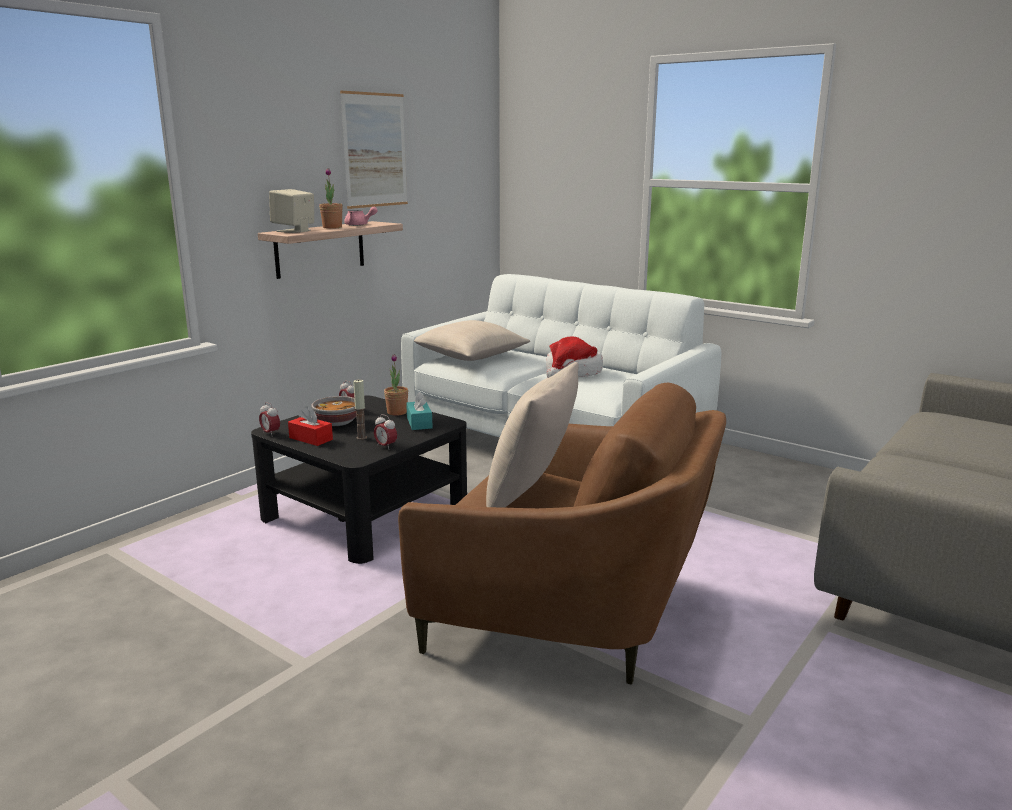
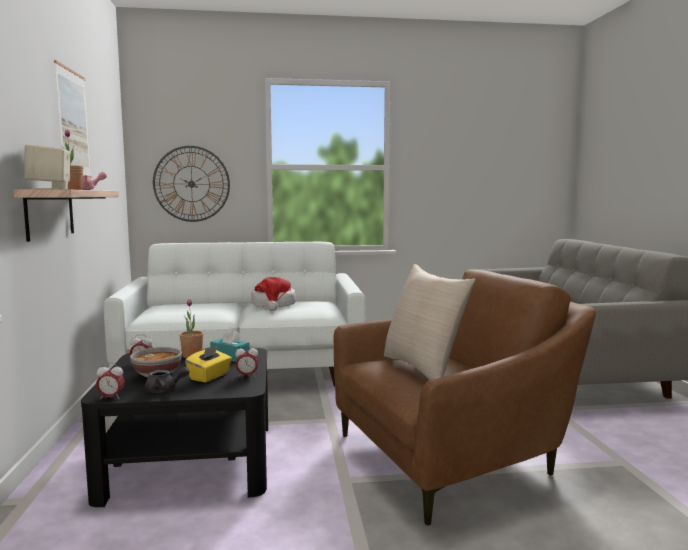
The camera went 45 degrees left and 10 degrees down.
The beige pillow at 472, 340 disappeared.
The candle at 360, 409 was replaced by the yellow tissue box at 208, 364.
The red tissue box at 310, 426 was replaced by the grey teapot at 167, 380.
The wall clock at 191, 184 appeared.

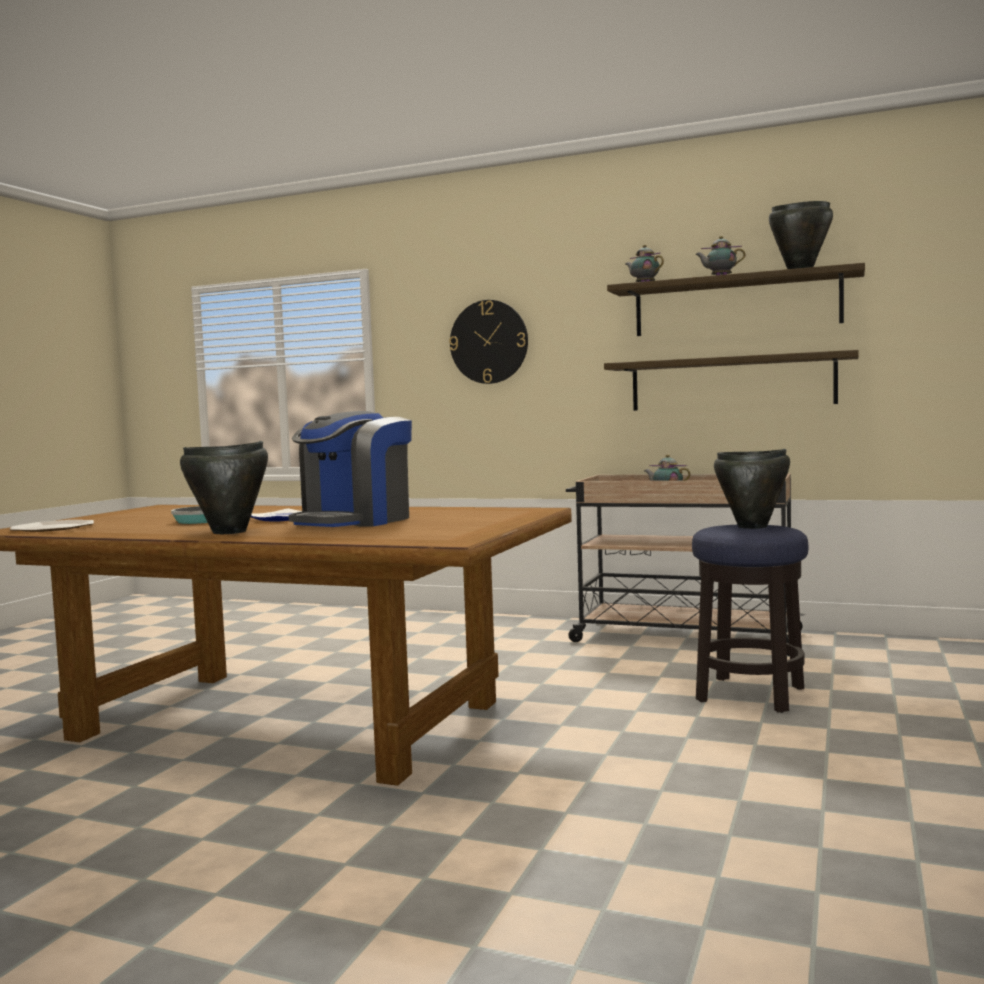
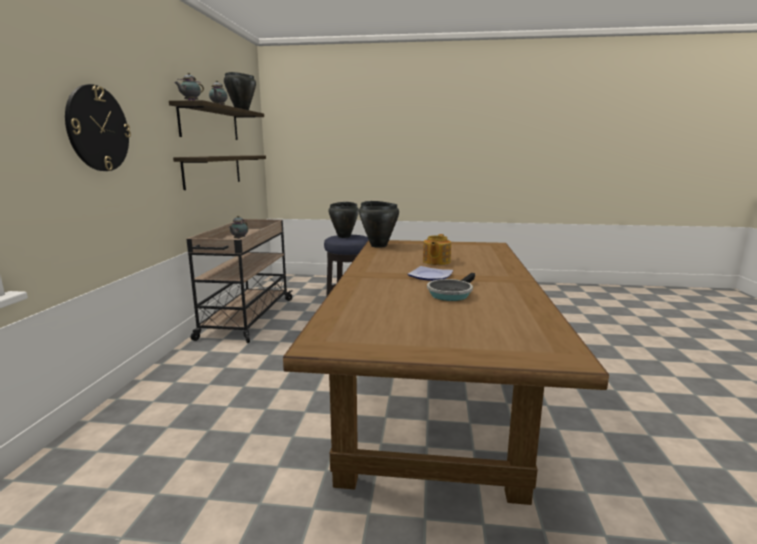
The camera went 105 degrees left and 10 degrees up.
The coffee machine at 350, 469 was replaced by the teapot at 437, 249.
The black cooking pot moved from 224, 487 to 379, 224.
The plate at 51, 526 disappeared.

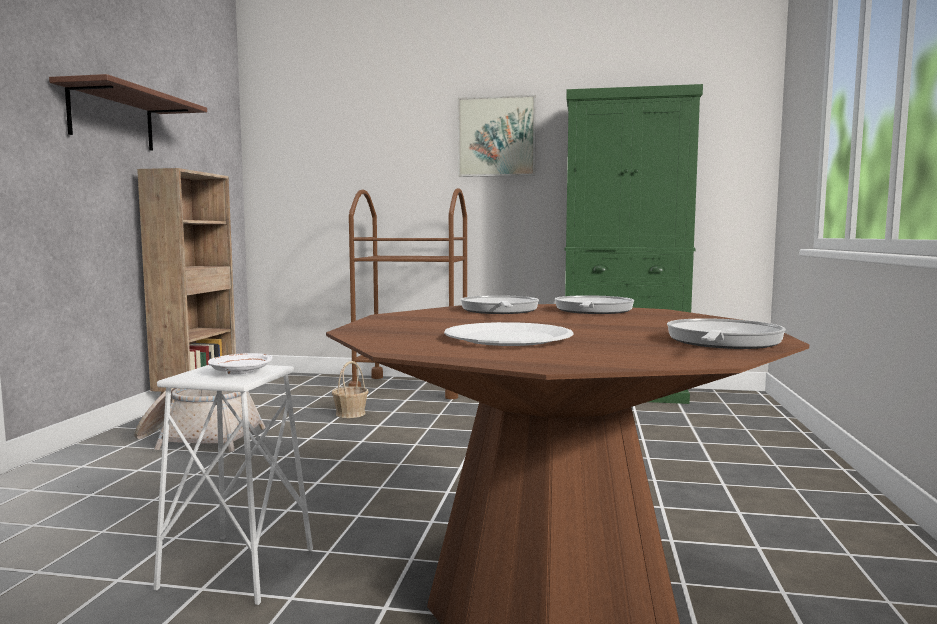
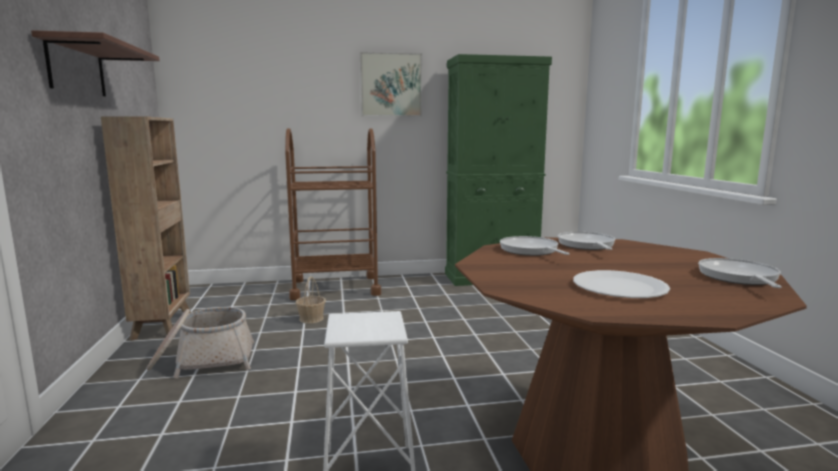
The camera went 20 degrees left and 5 degrees up.
The white plate at 240, 363 disappeared.

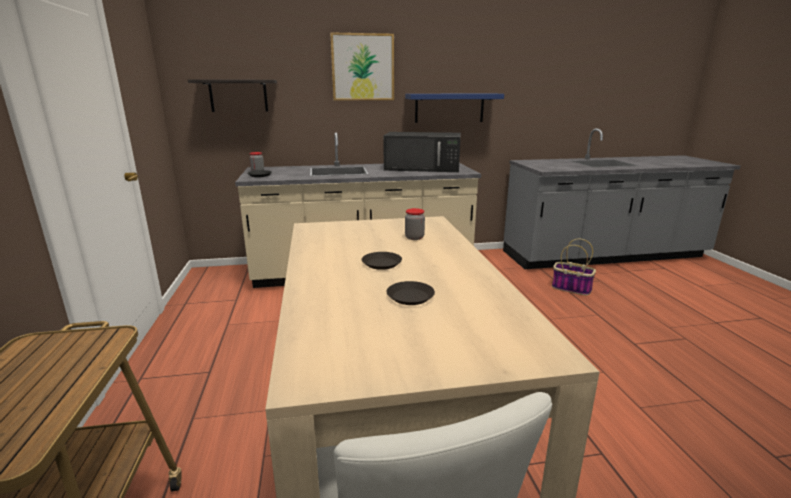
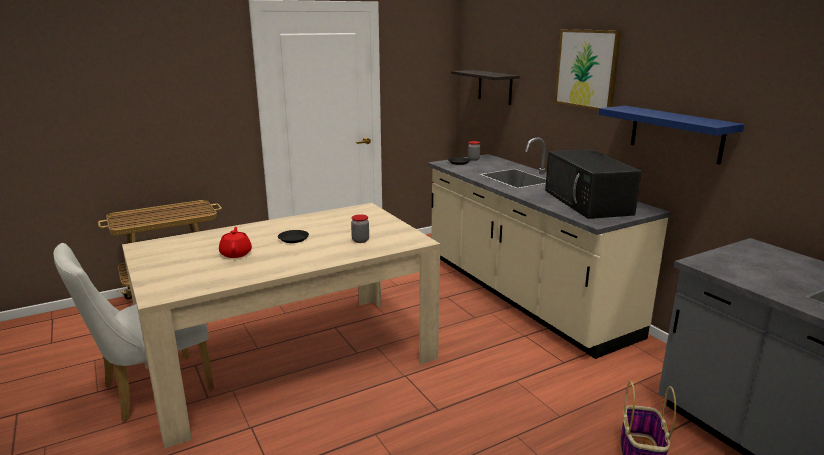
The camera went 70 degrees right and 0 degrees up.
The black plate at 411, 293 was replaced by the red teapot at 235, 242.

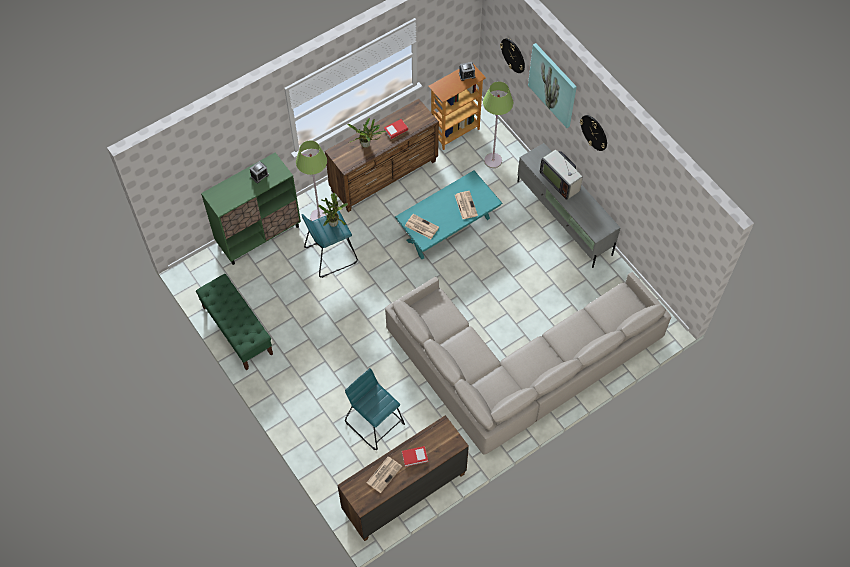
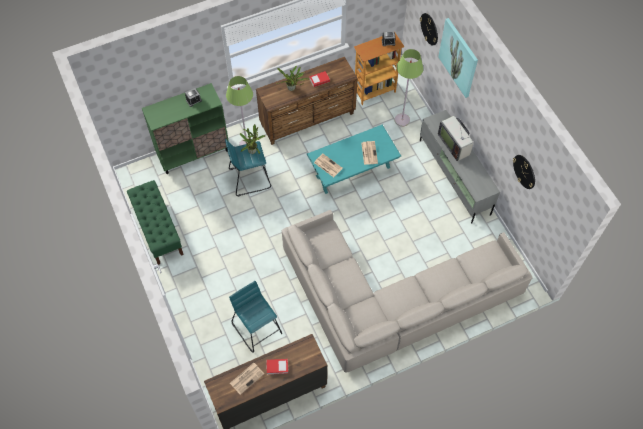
The camera went 10 degrees right and 0 degrees up.
The wall clock moved from 593, 133 to 524, 172.

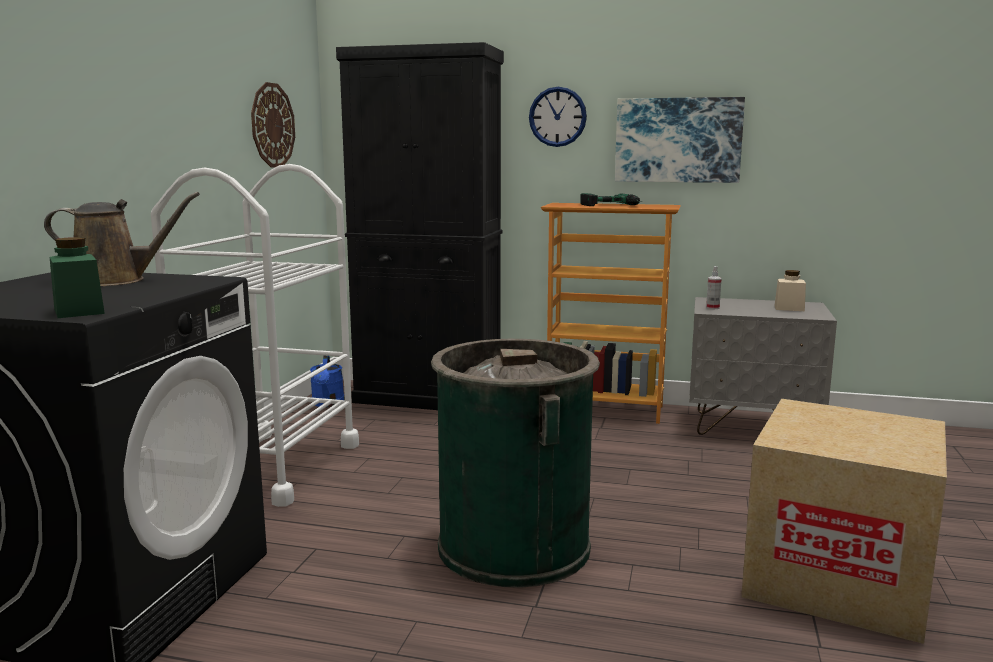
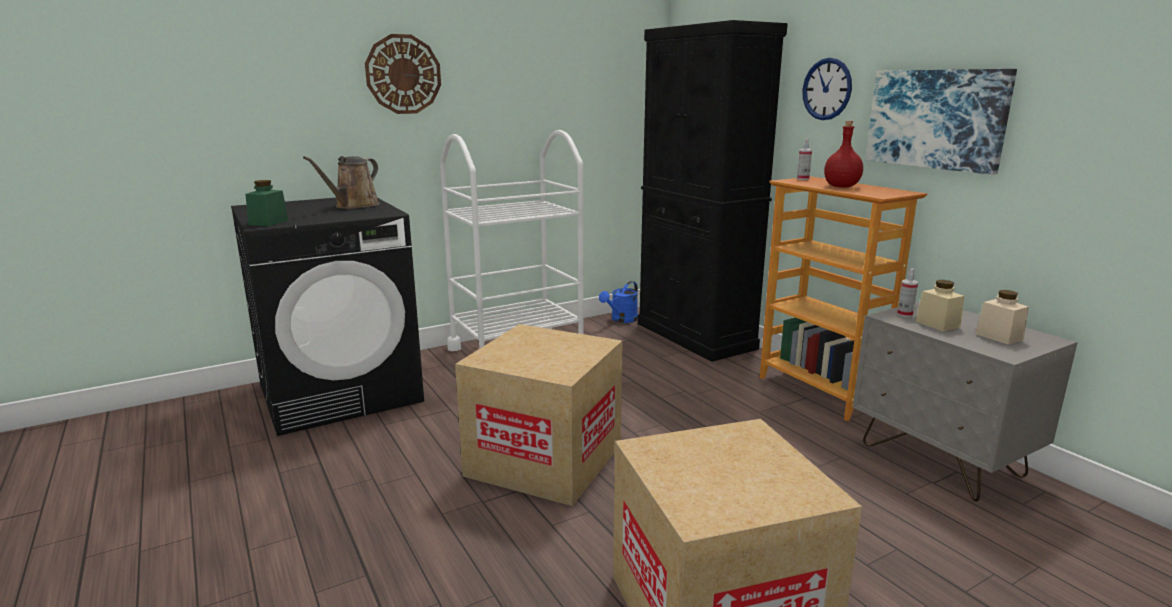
The camera went 45 degrees right and 5 degrees up.
The wall clock moved from 273, 125 to 403, 74.
The brown watering can at 122, 239 turned 75 degrees clockwise.
The power drill at 611, 199 was replaced by the red bottle at 843, 154.
The green trash can at 515, 463 was replaced by the cardboard box at 539, 415.
The spray bottle at 804, 159 appeared.
The beige jar at 940, 306 appeared.

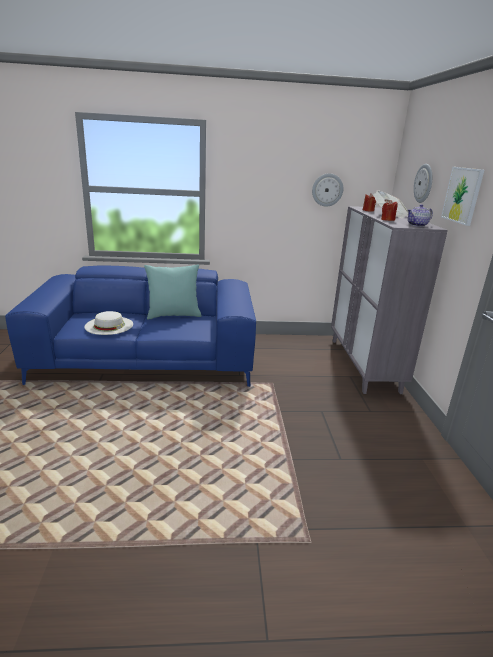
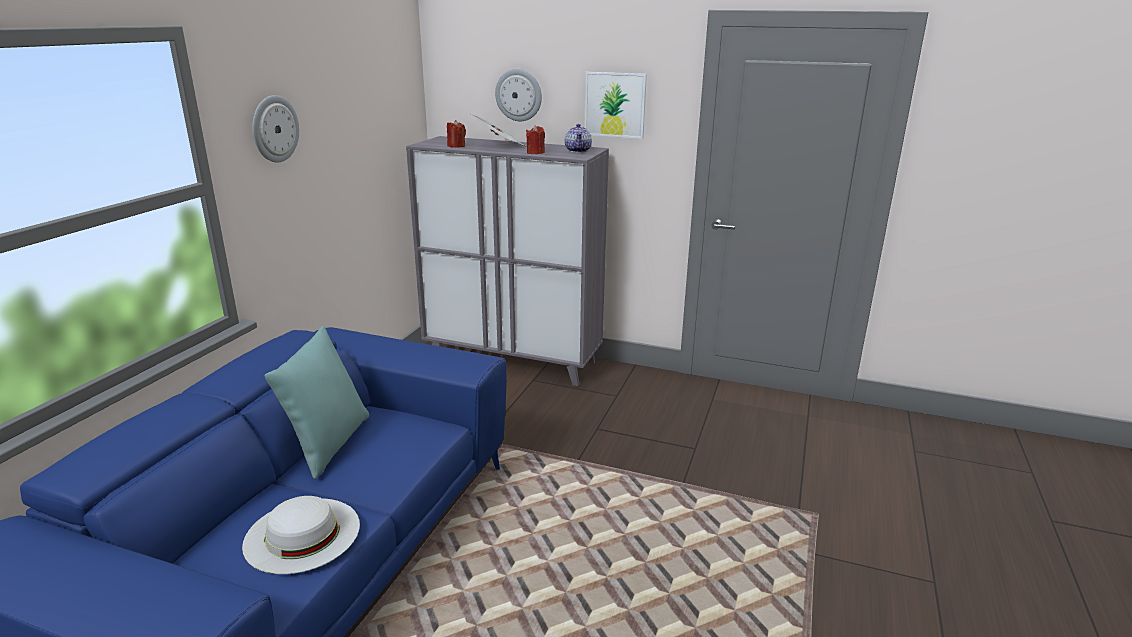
The camera went 65 degrees left and 0 degrees up.
The wall clock moved from 327, 190 to 275, 129.

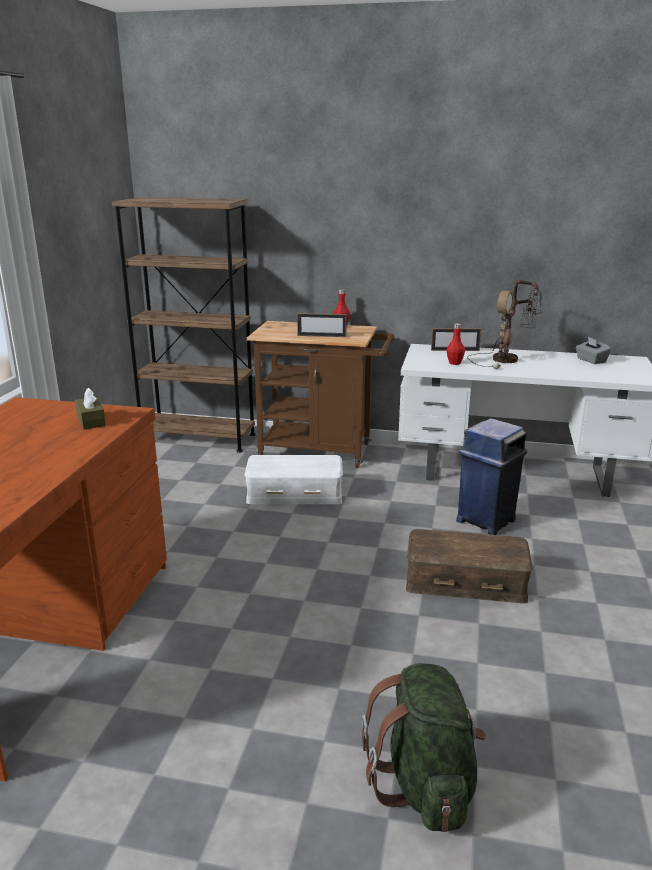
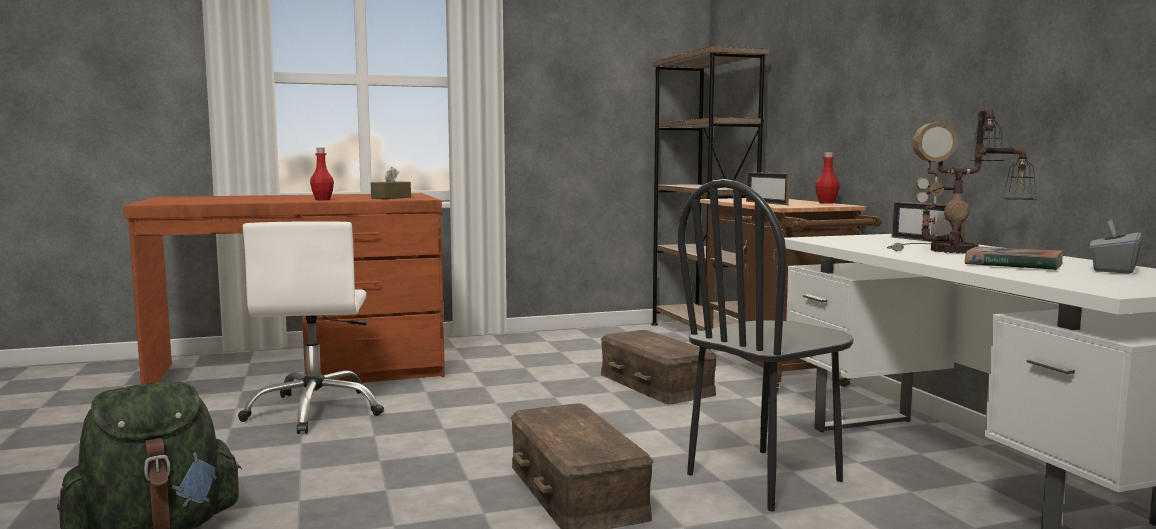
The camera went 60 degrees right and 15 degrees down.
The red bottle moved from 456, 344 to 322, 174.
The blue trash can at 491, 476 was replaced by the black chair at 766, 345.
The white storage box at 293, 479 became the brown storage box at 659, 367.
The white office chair at 311, 327 appeared.
The book at 1014, 258 appeared.

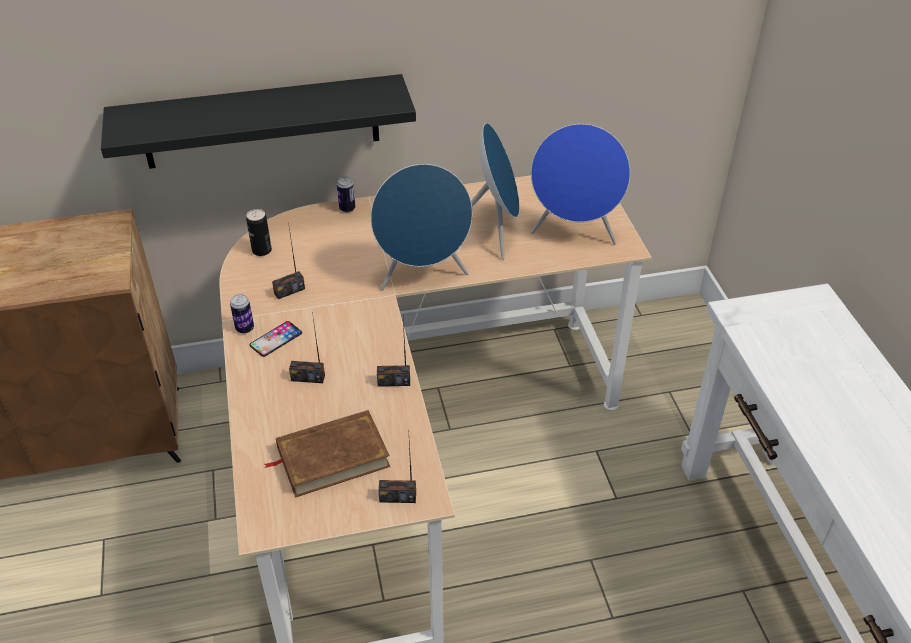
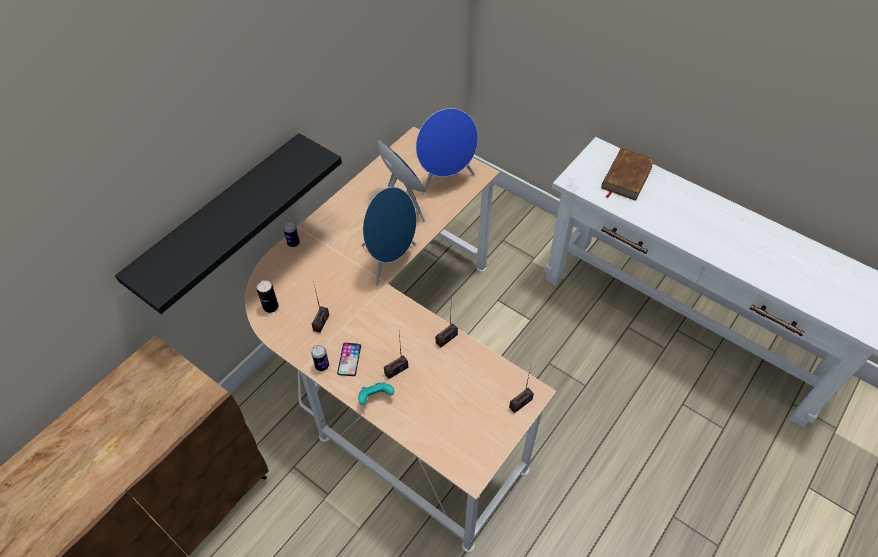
The camera went 40 degrees left and 10 degrees up.
The brown book moved from 327, 453 to 628, 174.
The turquoise game controller at 376, 393 appeared.

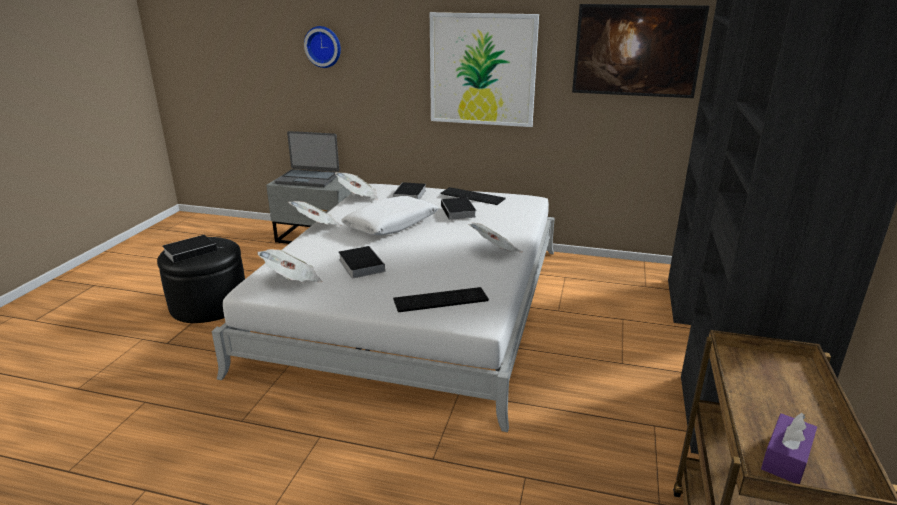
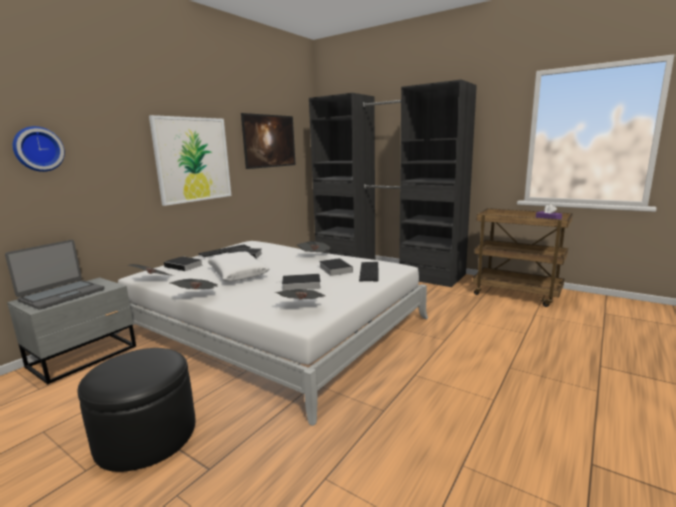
The camera went 70 degrees left and 10 degrees down.
The book moved from 190, 249 to 336, 267.

